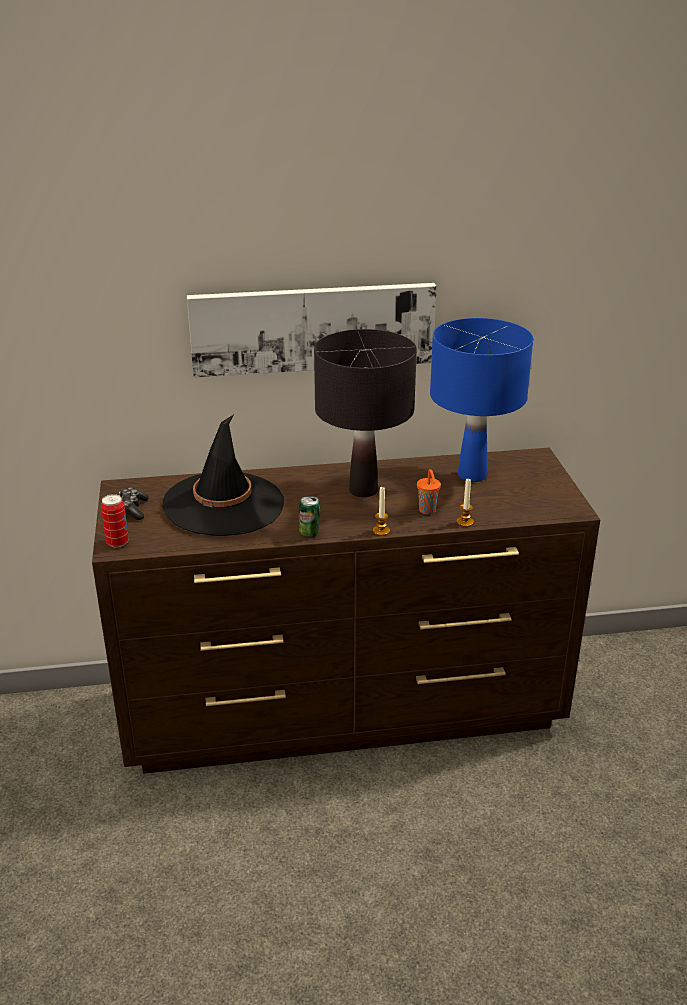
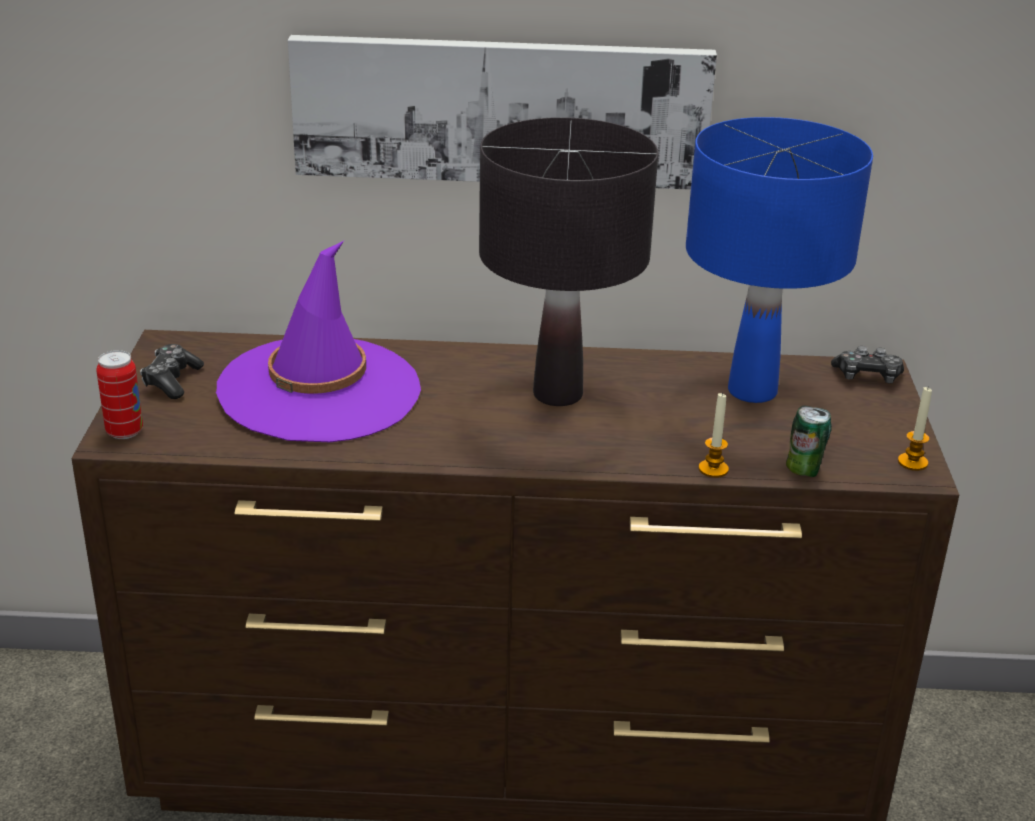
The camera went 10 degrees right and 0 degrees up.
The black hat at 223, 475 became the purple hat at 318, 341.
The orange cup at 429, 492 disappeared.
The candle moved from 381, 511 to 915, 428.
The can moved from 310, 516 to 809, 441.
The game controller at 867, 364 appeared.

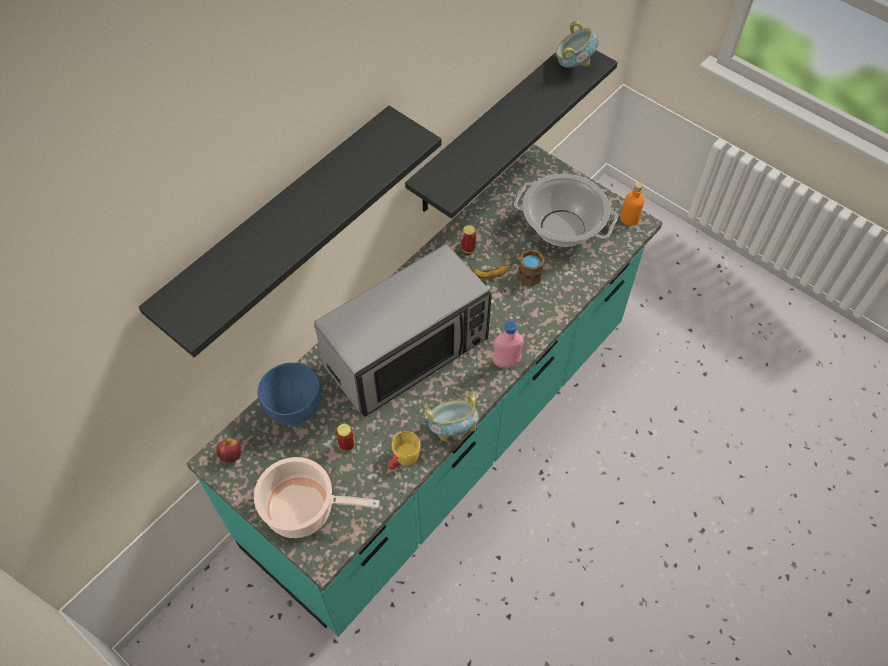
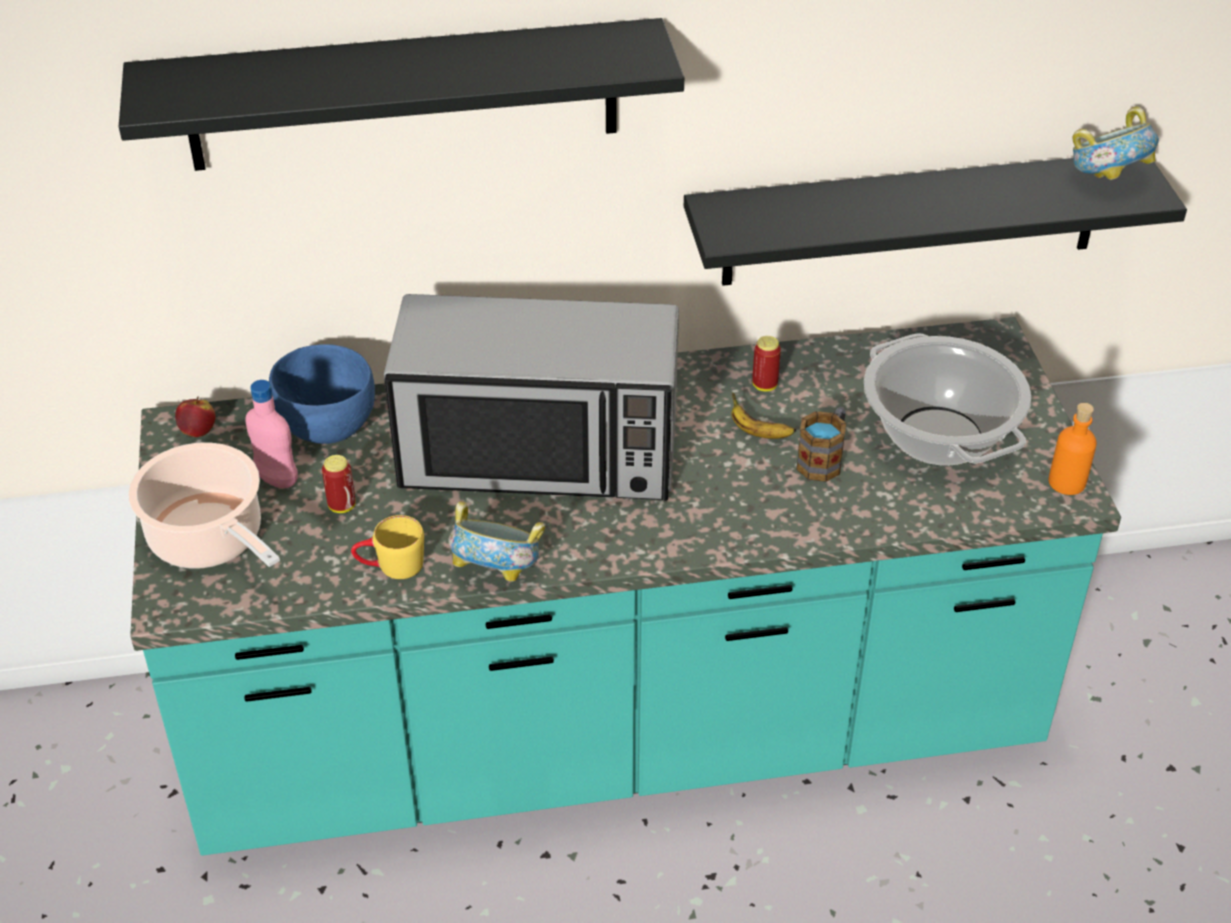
The camera went 40 degrees right and 15 degrees down.
The pink bottle moved from 508, 344 to 271, 434.

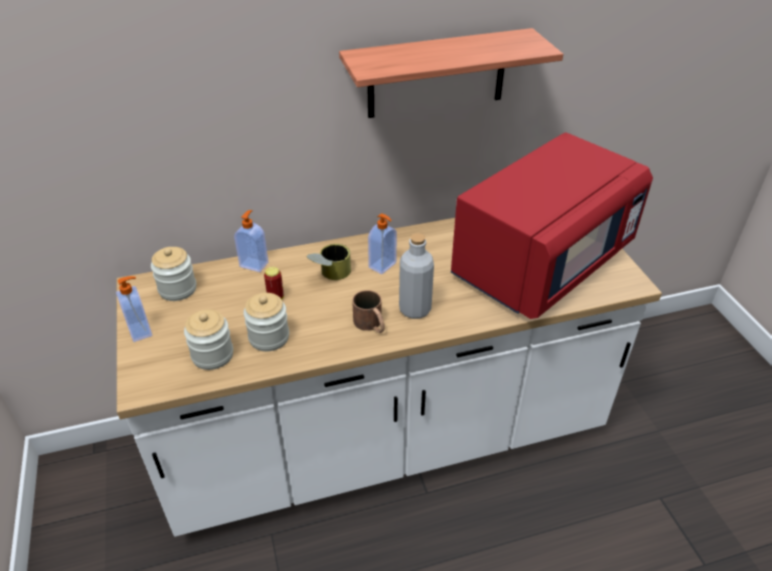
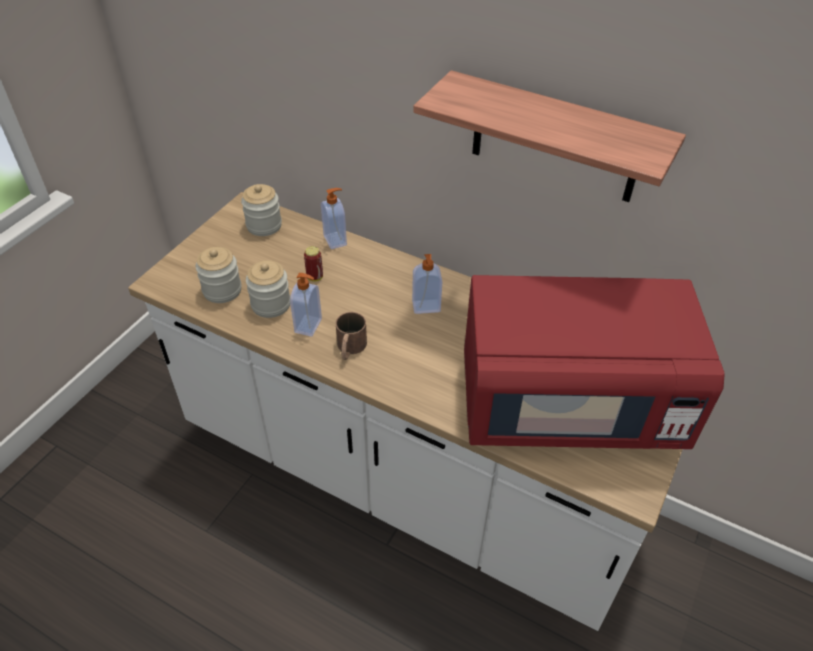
The camera went 45 degrees right and 5 degrees up.
The grey bottle at 416, 276 disappeared.
The can at 329, 262 disappeared.
The soap dispenser moved from 134, 309 to 306, 305.

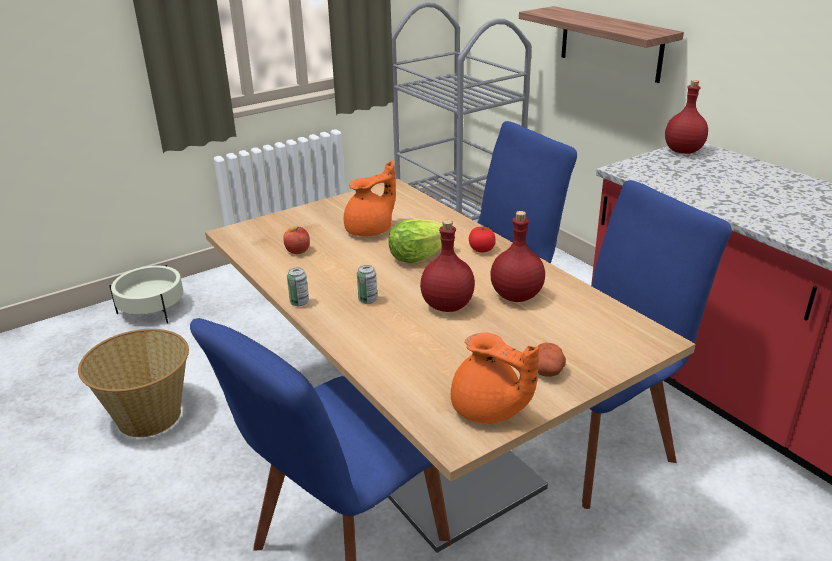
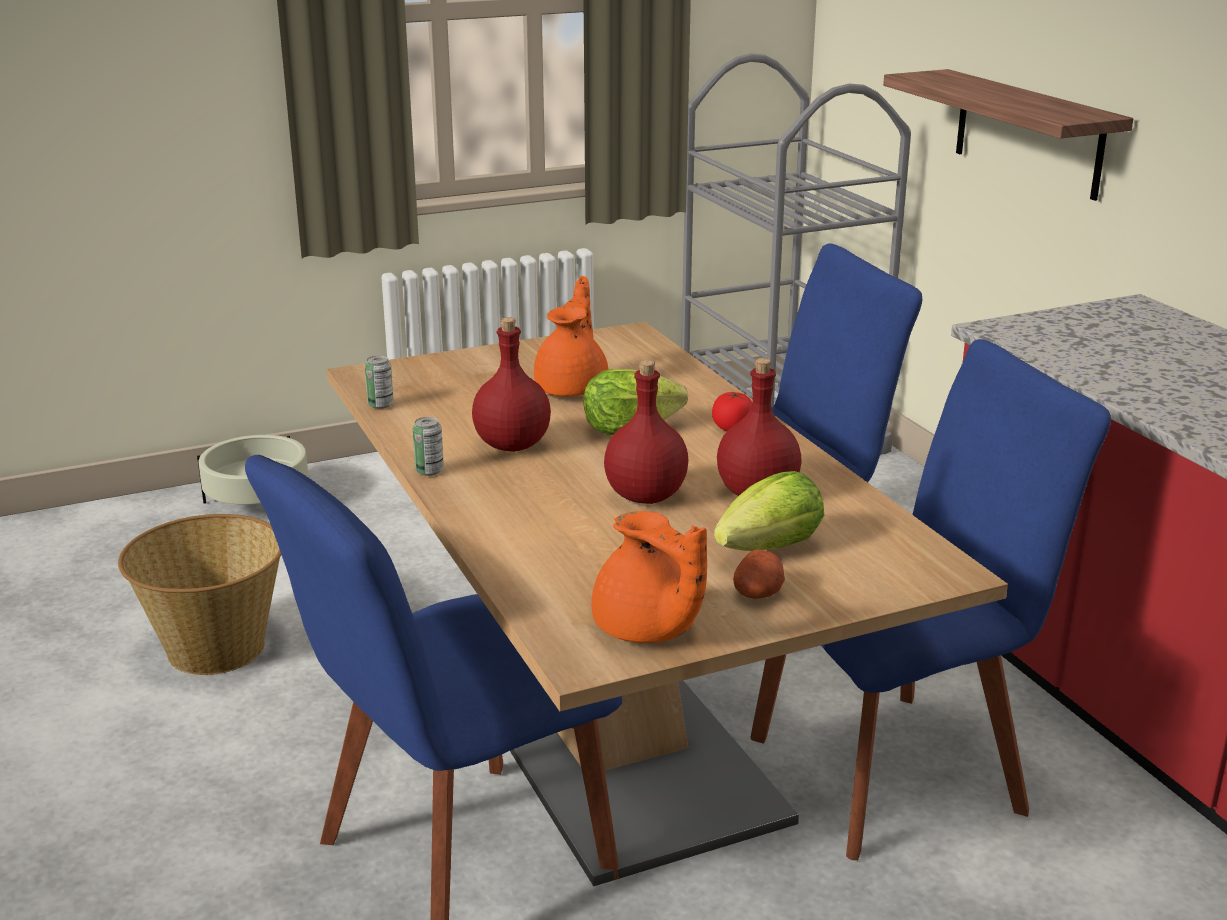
The camera went 10 degrees right and 5 degrees down.
The red bottle moved from 686, 117 to 511, 384.
The orange teapot at 370, 198 turned 45 degrees counterclockwise.
The apple at 296, 240 disappeared.
The can moved from 367, 284 to 379, 382.
The lettuce at 769, 511 appeared.

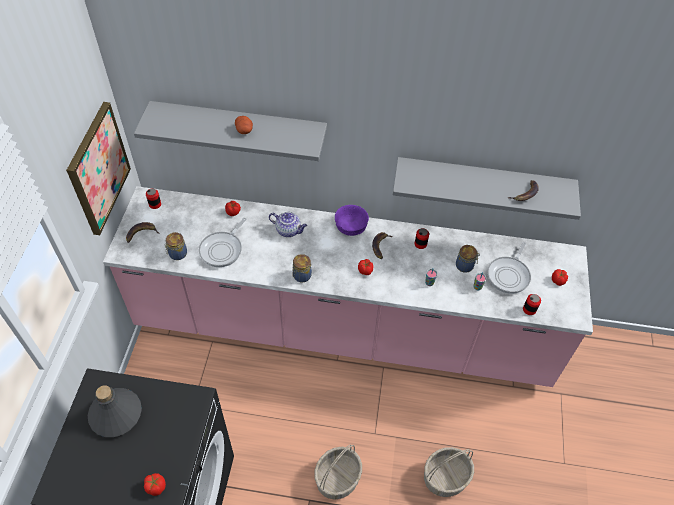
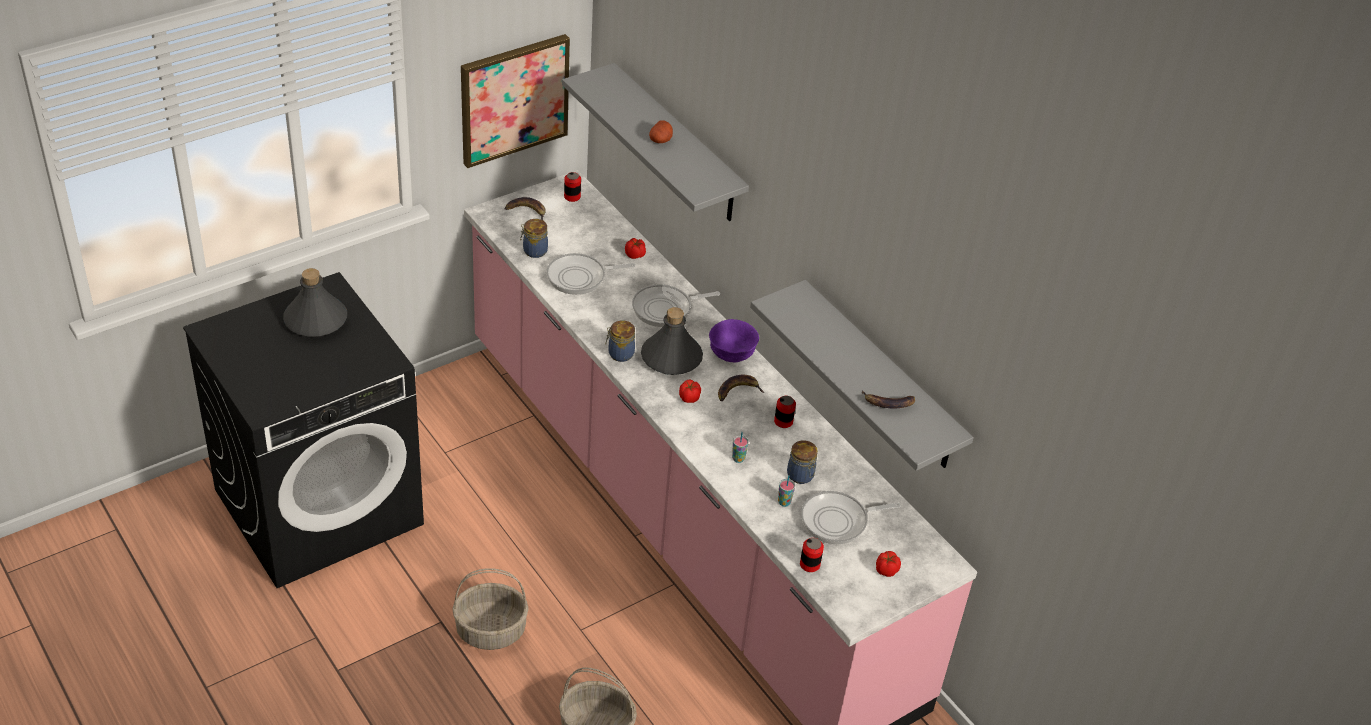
The camera went 45 degrees right and 10 degrees down.
The teapot at 288, 224 was replaced by the frying pan at 676, 305.
The tomato at 155, 484 disappeared.
The grey bottle at 672, 341 appeared.

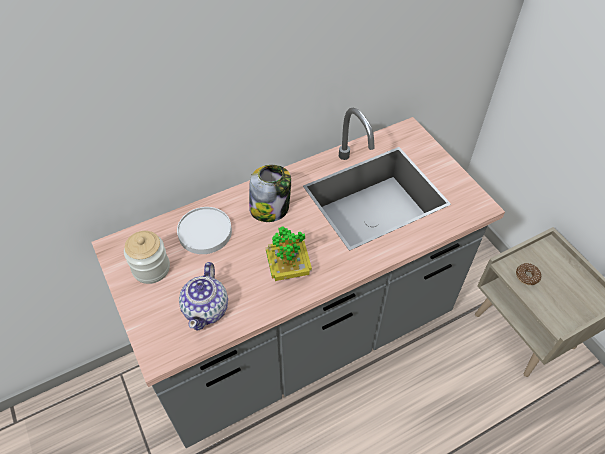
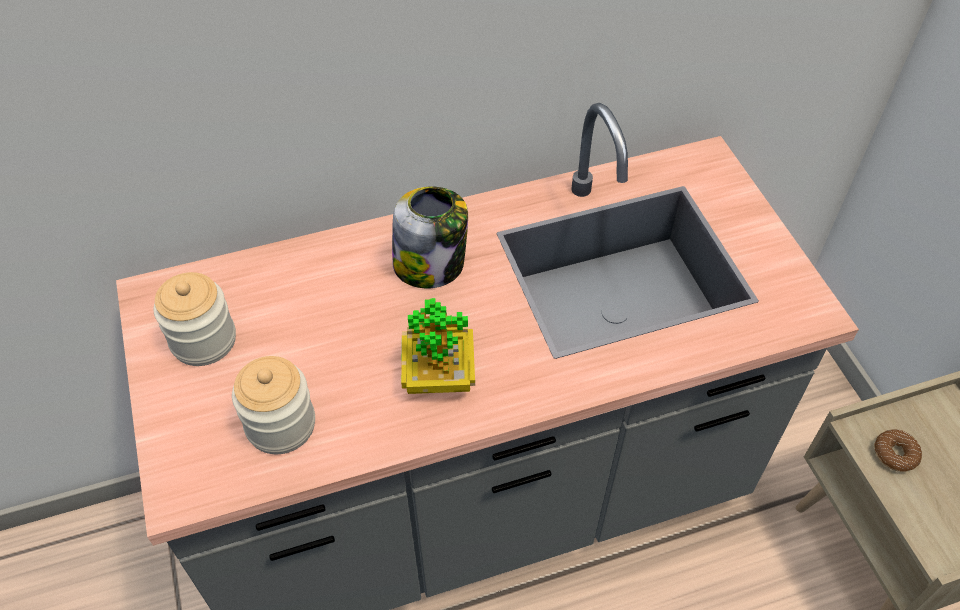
The camera went 10 degrees right and 0 degrees up.
The white plate at 204, 230 disappeared.
The teapot at 203, 296 was replaced by the jar at 273, 405.

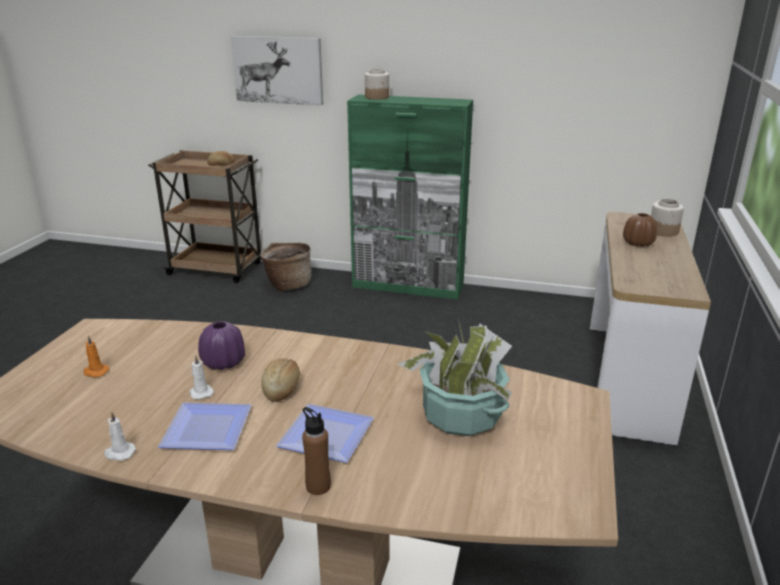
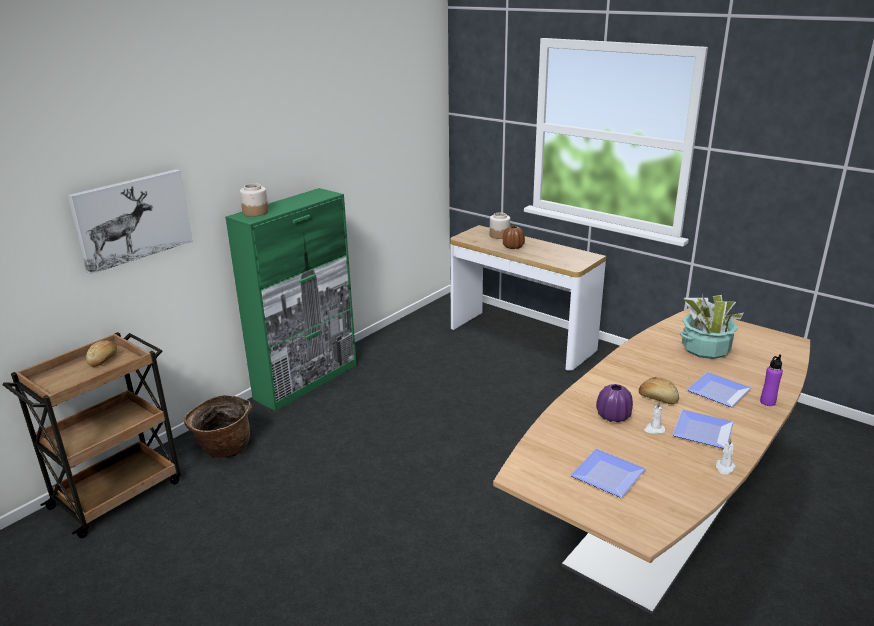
The camera went 65 degrees left and 0 degrees up.
The orange candle at 96, 356 was replaced by the plate at 608, 473.
The brown bottle at 316, 451 became the purple bottle at 771, 380.

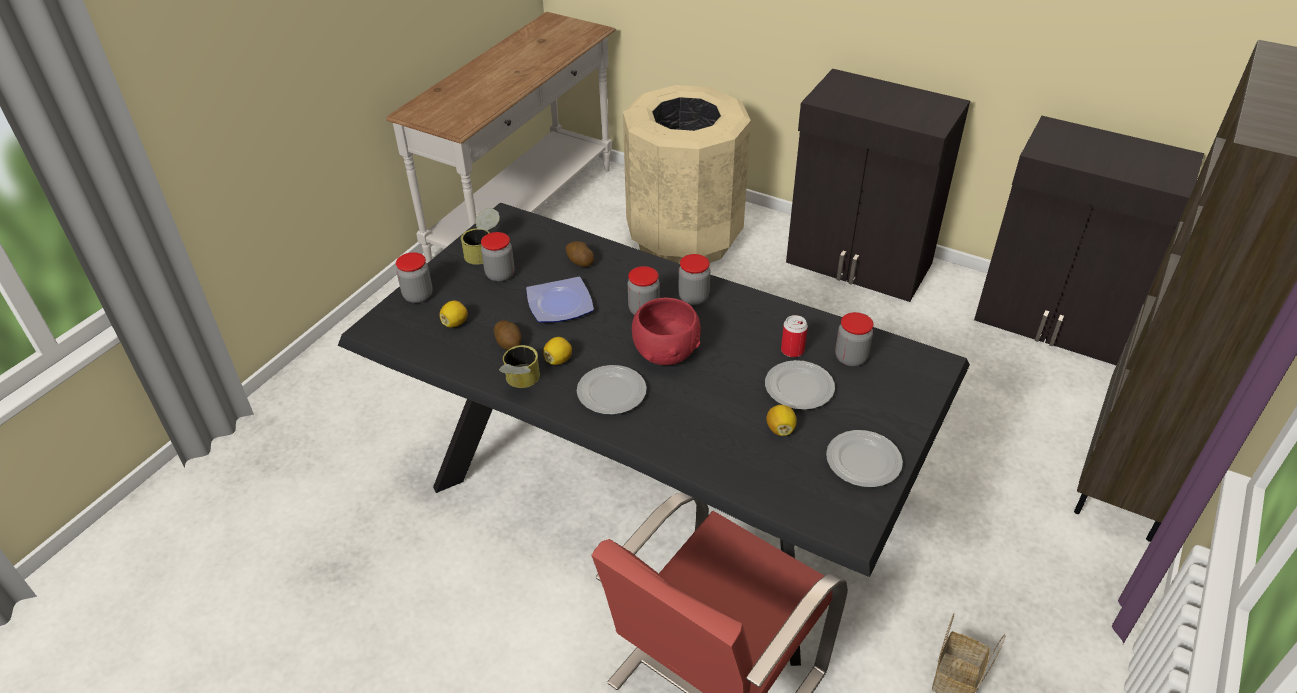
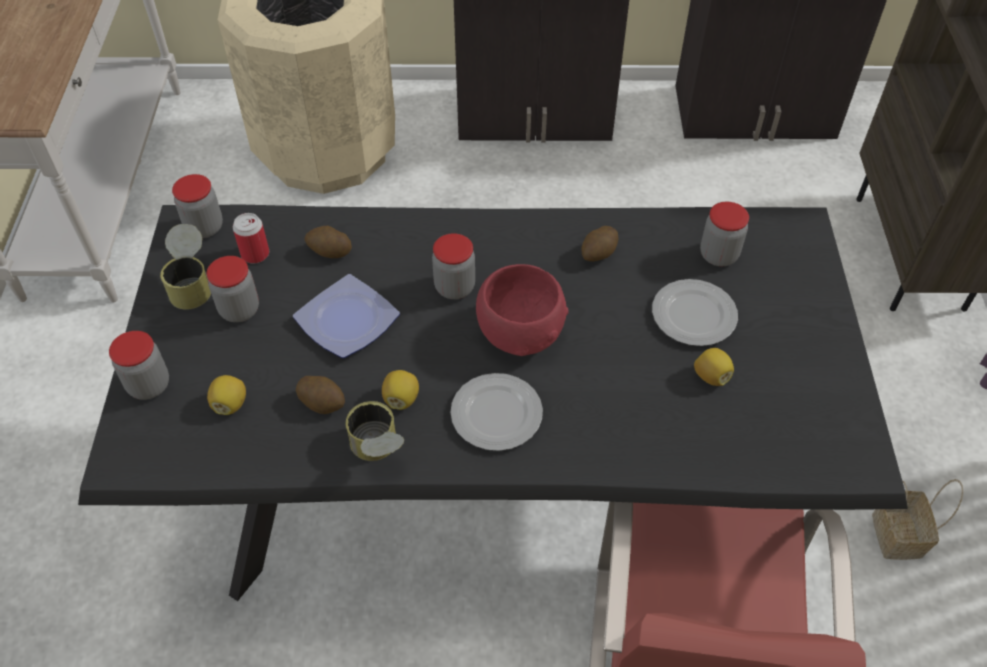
The camera went 30 degrees left and 10 degrees up.
The jar moved from 694, 279 to 197, 206.
The can moved from 794, 336 to 251, 238.
The plate at 864, 458 disappeared.
The potato at 599, 243 appeared.

